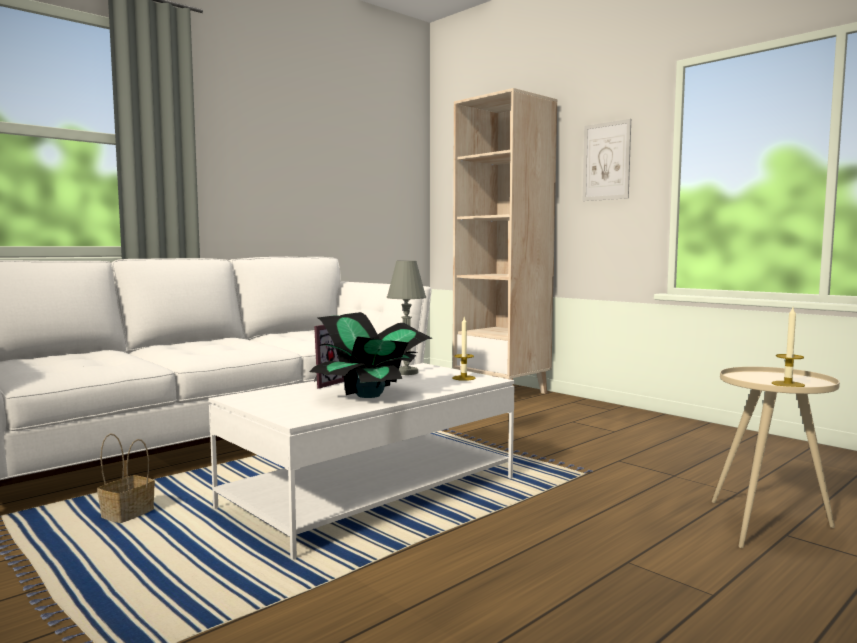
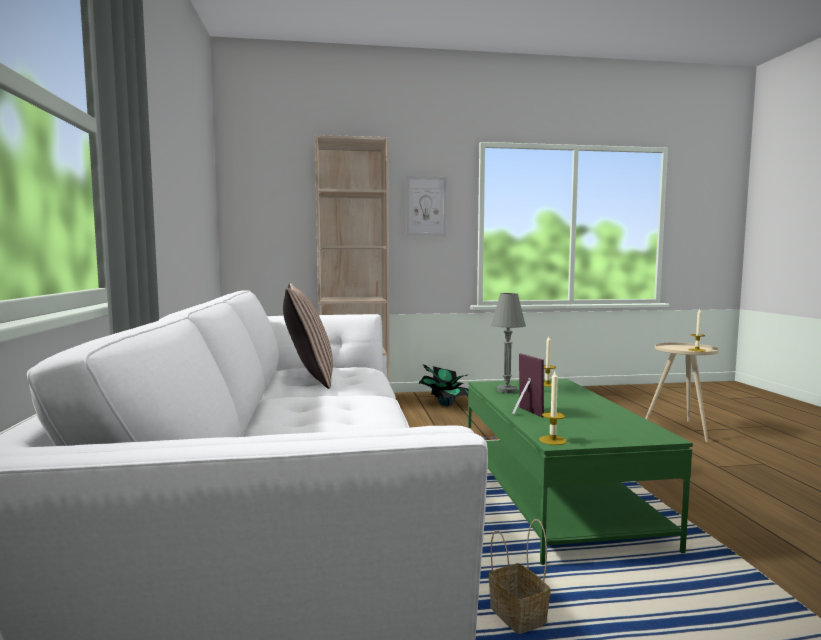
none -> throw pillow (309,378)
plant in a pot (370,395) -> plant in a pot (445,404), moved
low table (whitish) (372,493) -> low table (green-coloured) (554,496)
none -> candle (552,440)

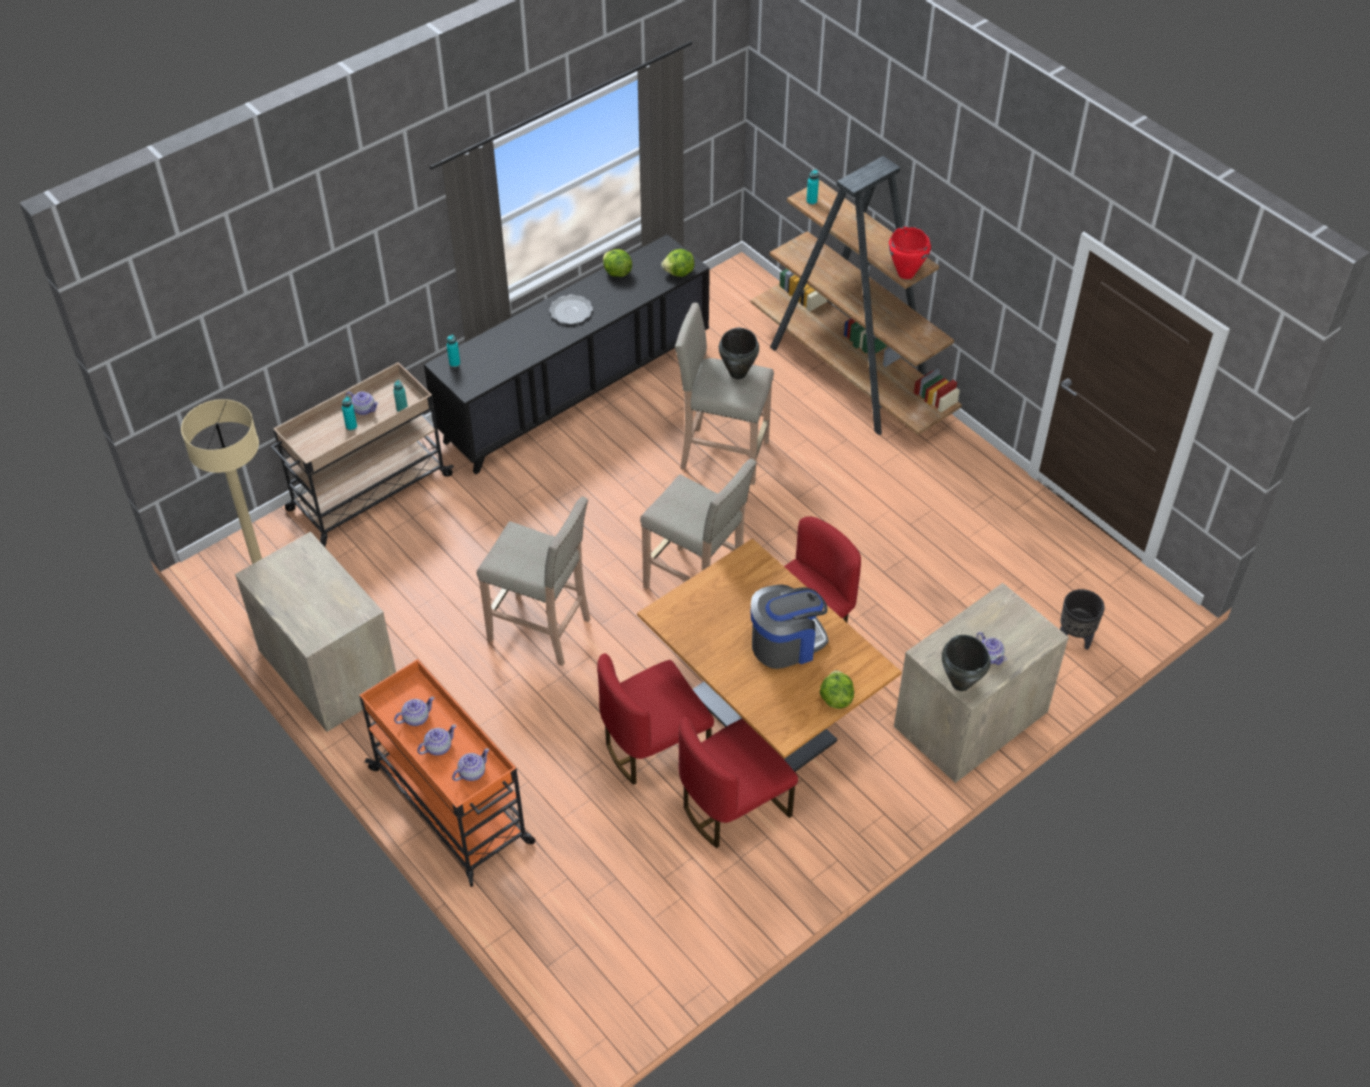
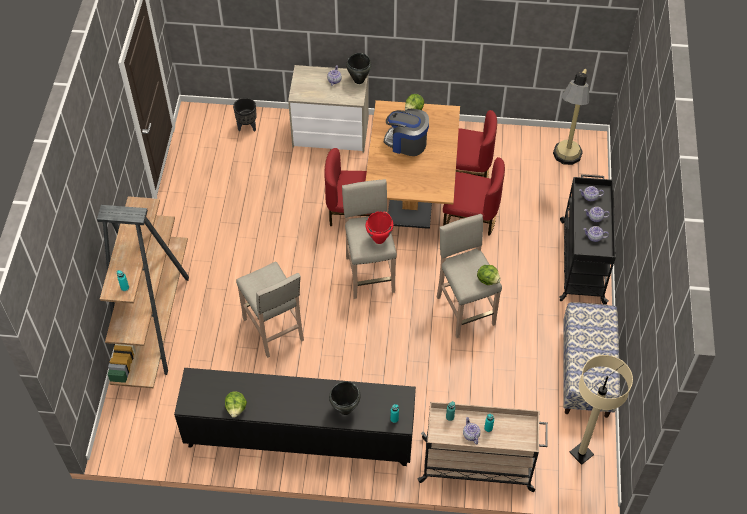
stockpot (black) (738,373) -> stockpot (black) (344,409), moved
stockpot (red) (906,274) -> stockpot (red) (379,239), moved
lettuce head (679,273) -> lettuce head (488,280), moved
none -> floor lamp (563,163)
wheeled cart (orangey) (452,807) -> wheeled cart (black) (582,260)
chest of drawers (327,668) -> indoor bench (586,372)
plate (571,311) -> none

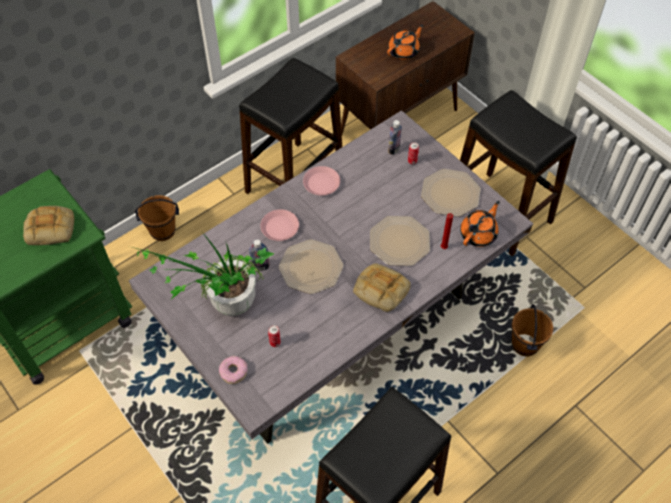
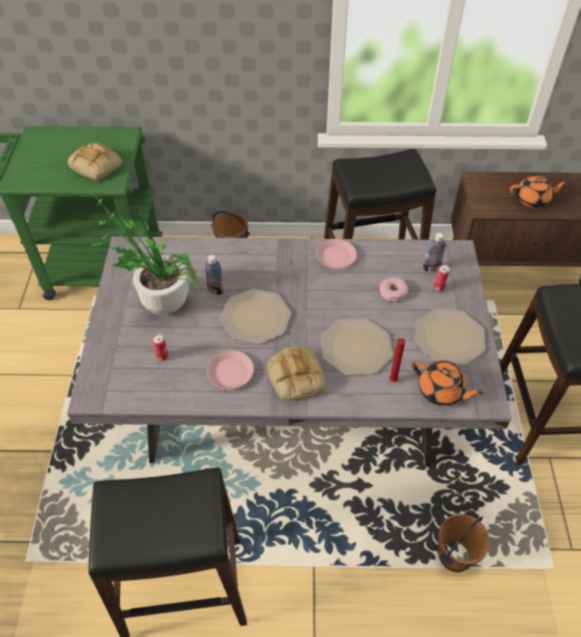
plate (pink) (280,227) -> plate (pink) (230,373), moved
donut (233,372) -> donut (393,292), moved
teapot (orangey) (478,234) -> teapot (orangey) (441,391), 45 degrees clockwise

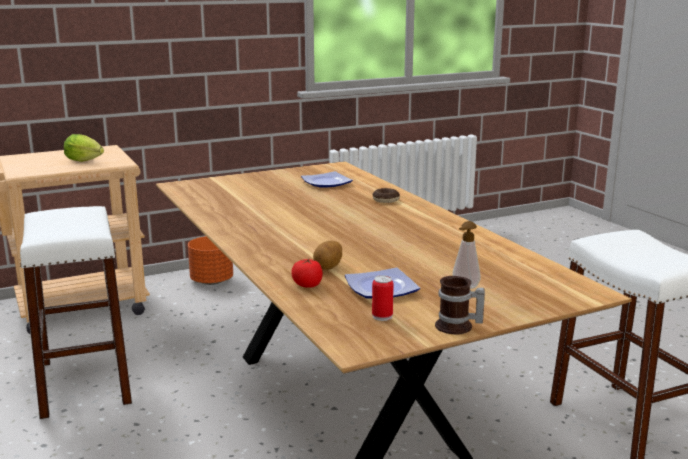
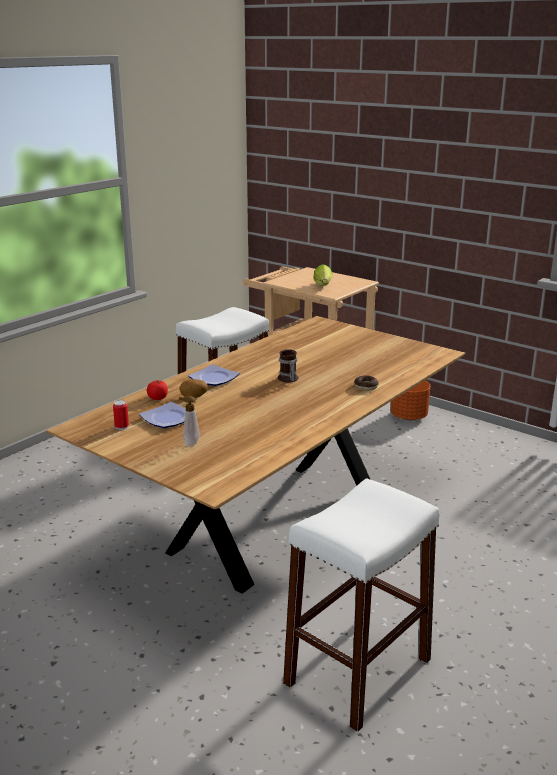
plate (327,182) -> plate (215,378), moved
mug (457,327) -> mug (287,379), moved

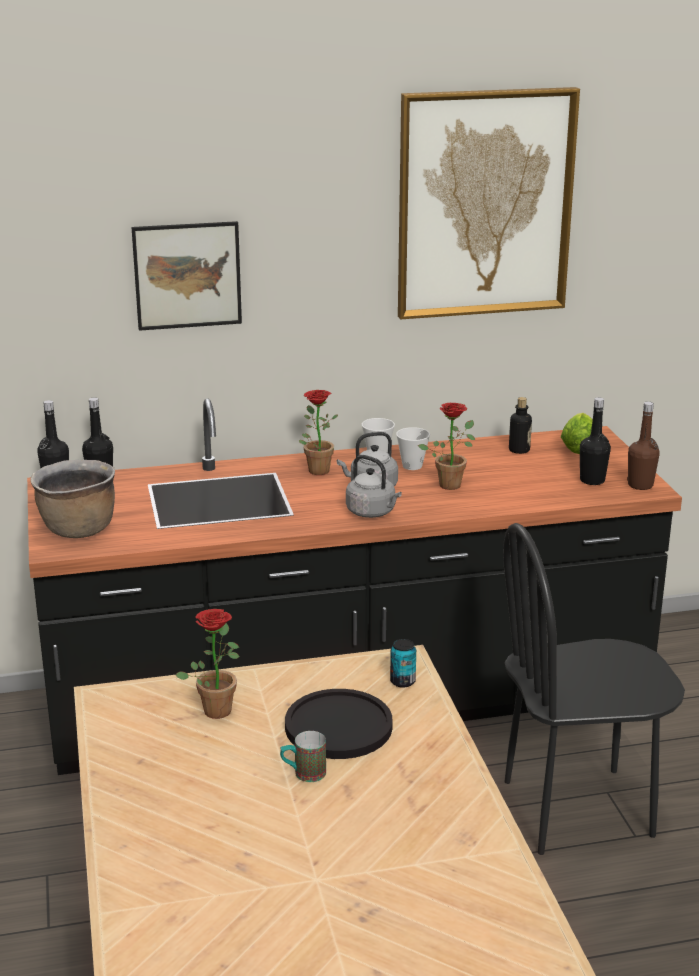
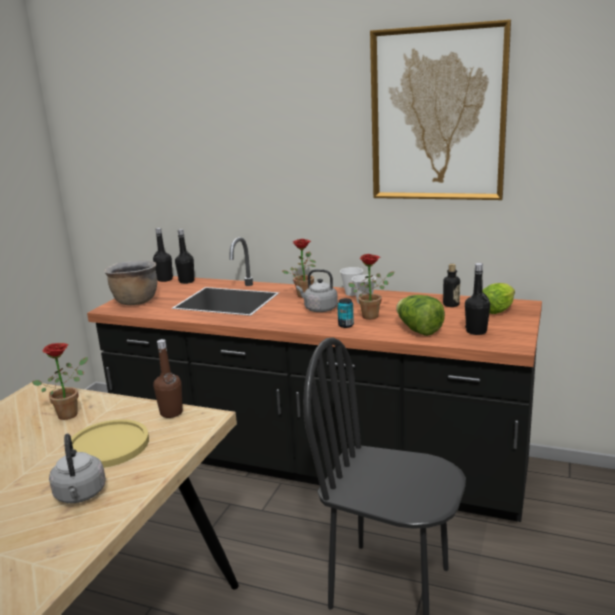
water kettle (gray) (373,512) -> water kettle (gray) (80,495), moved
plate (black) (338,726) -> plate (yellow-coloured) (108,445)
bottle (brownish) (640,485) -> bottle (brownish) (171,413), moved
metal can (402,681) -> metal can (346,325), moved
none -> lettuce head (418,330)
picture (187,275) -> none
mug (303,774) -> none

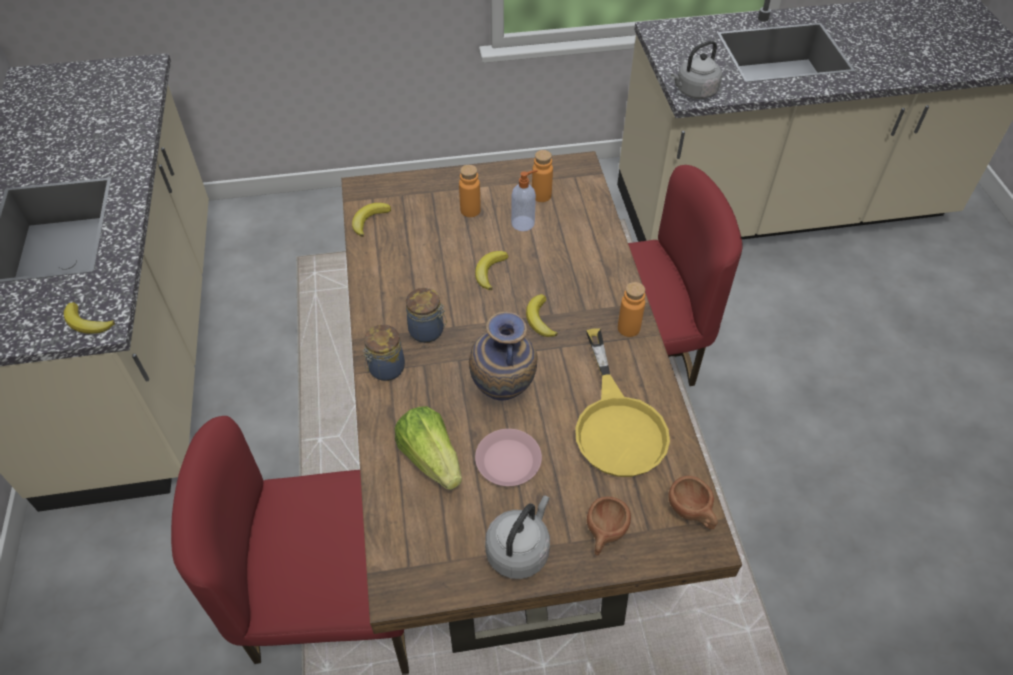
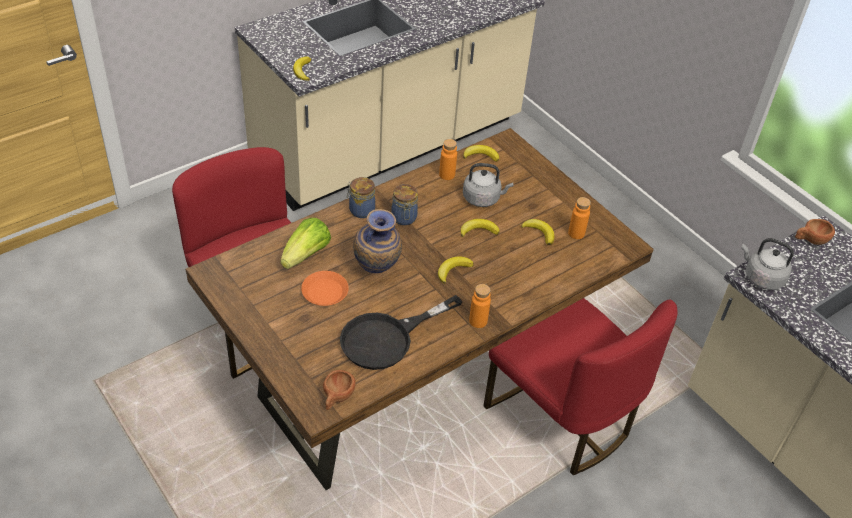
plate (pink) (508,461) -> plate (orangey) (324,292)
frying pan (yellow-coloured) (617,424) -> frying pan (black) (387,338)
bottle (orangey) (470,210) -> bottle (orangey) (447,175), moved
water kettle (gray) (519,550) -> water kettle (gray) (483,198), moved
liquid soap bottle (523,223) -> whole banana (539,233)
small cup (brownish) (604,534) -> small cup (brownish) (810,240), moved

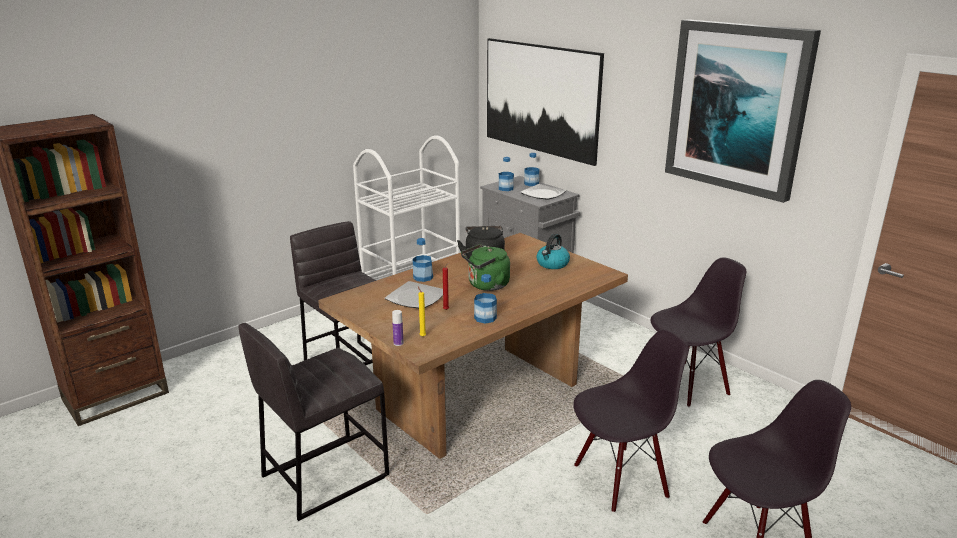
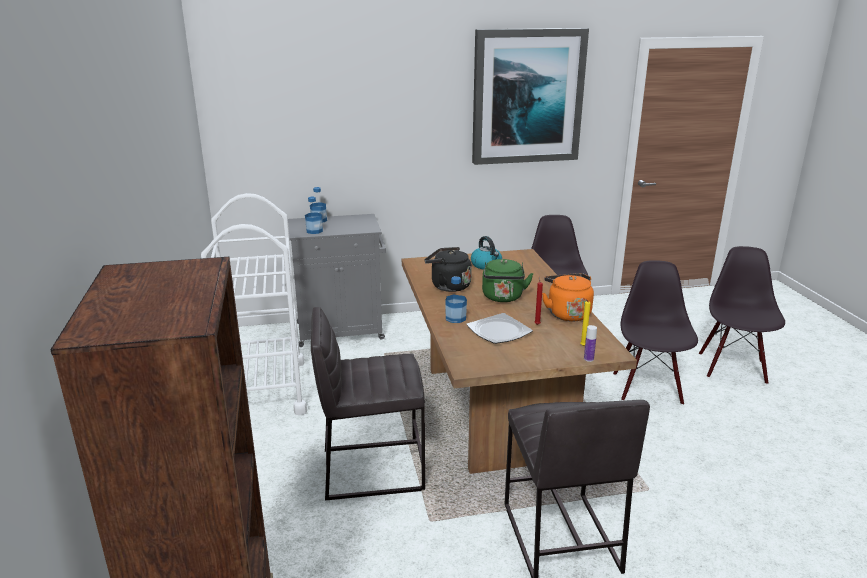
bottle (485,318) -> water kettle (orangey) (567,313)
picture (540,99) -> none
plate (543,194) -> none

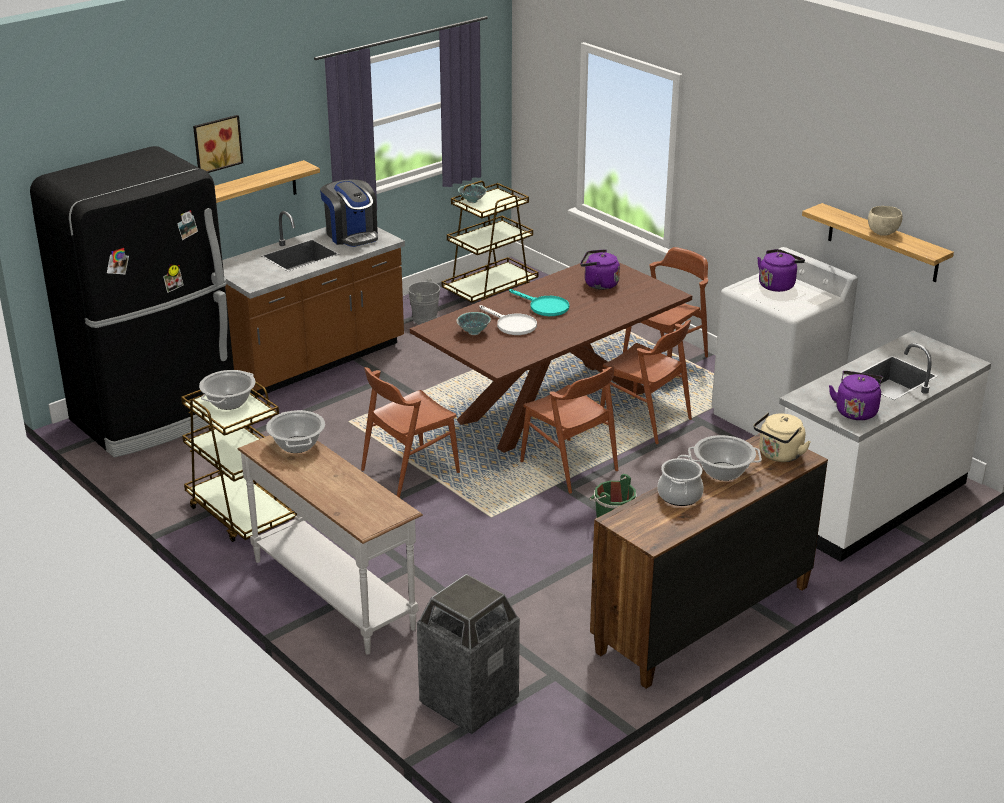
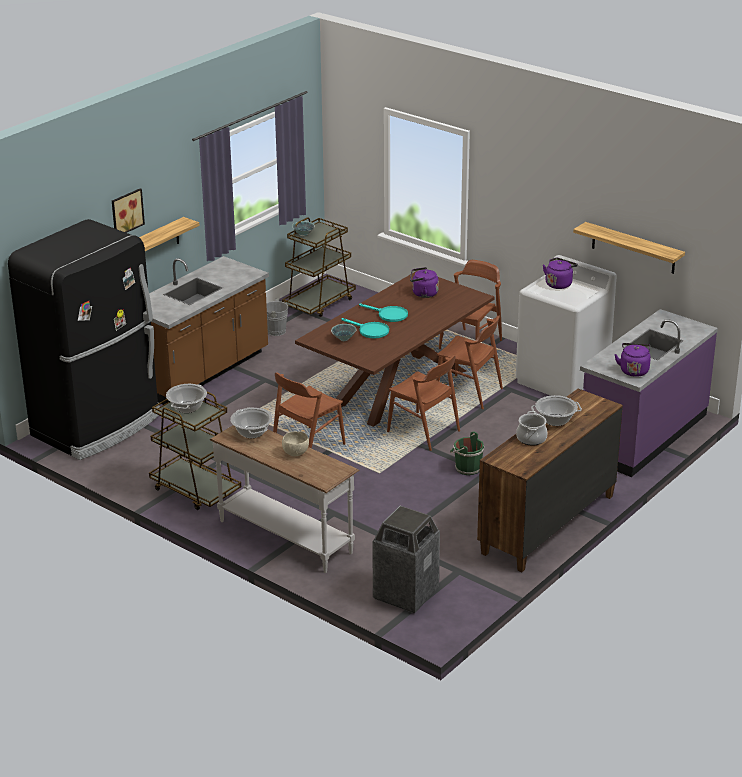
deep dish (sand-coloured) (882,233) -> deep dish (sand-coloured) (295,453), moved
frying pan (whitish) (512,325) -> frying pan (blue-green) (370,331)
kitchen counter (whitish) (869,501) -> kitchen counter (purple-coloured) (642,434)
coffee maker (352,235) -> none
water kettle (sand-coloured) (779,455) -> none

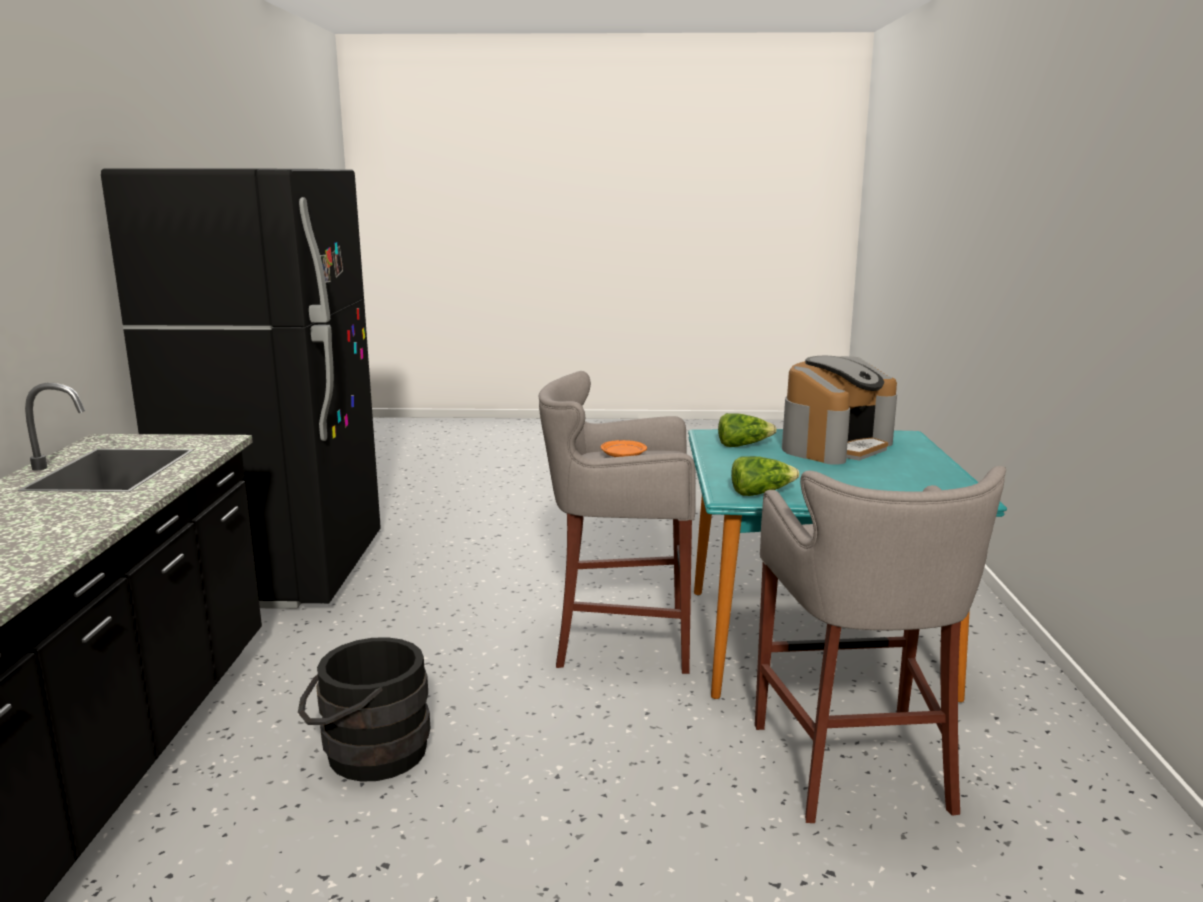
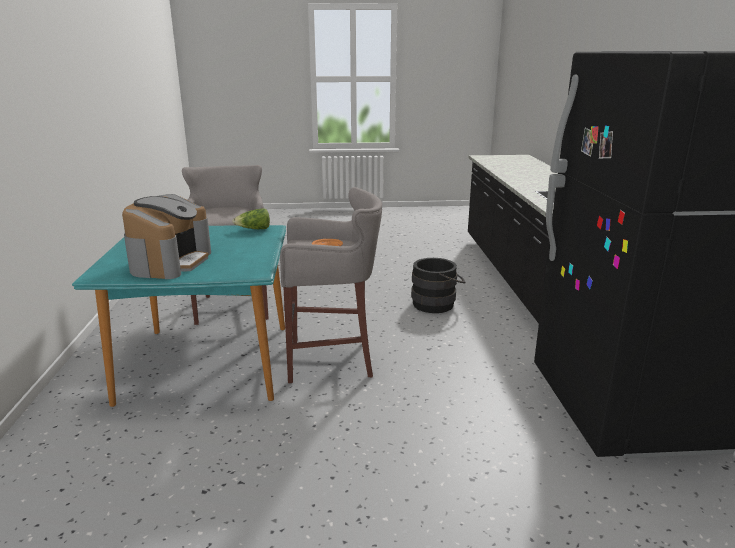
coffee maker (835,446) -> coffee maker (170,262), 150 degrees clockwise
lettuce head (743,445) -> none

